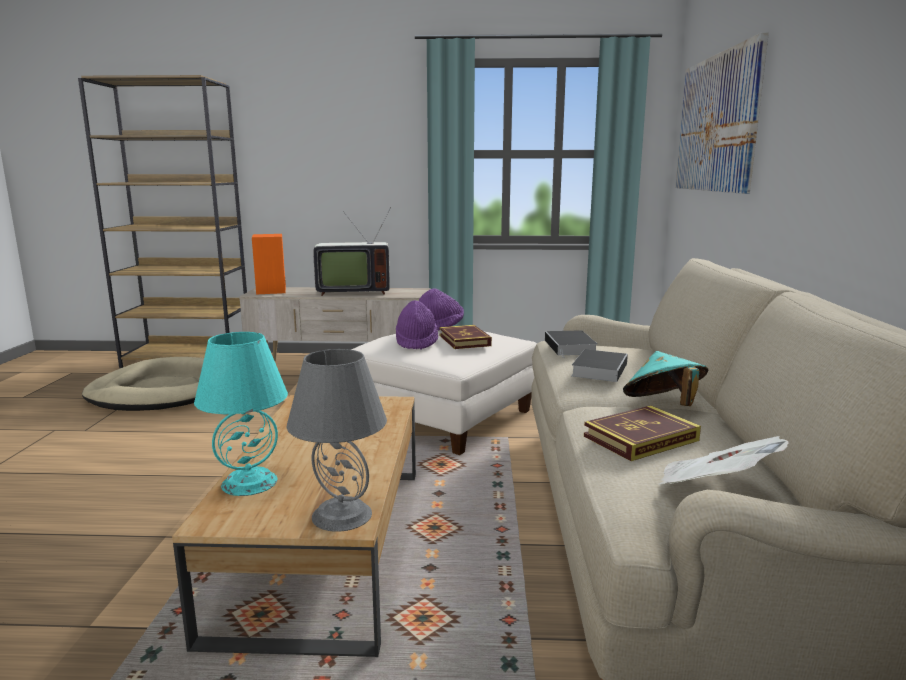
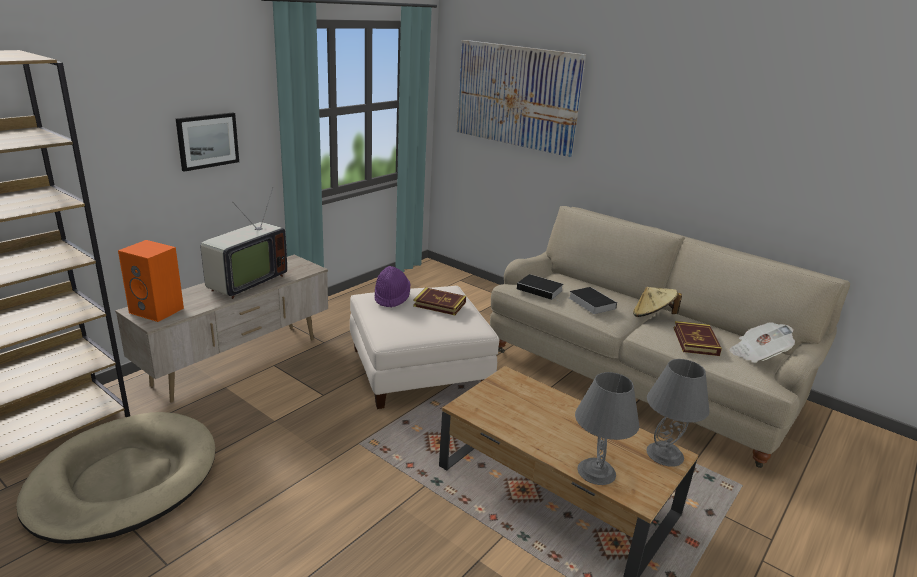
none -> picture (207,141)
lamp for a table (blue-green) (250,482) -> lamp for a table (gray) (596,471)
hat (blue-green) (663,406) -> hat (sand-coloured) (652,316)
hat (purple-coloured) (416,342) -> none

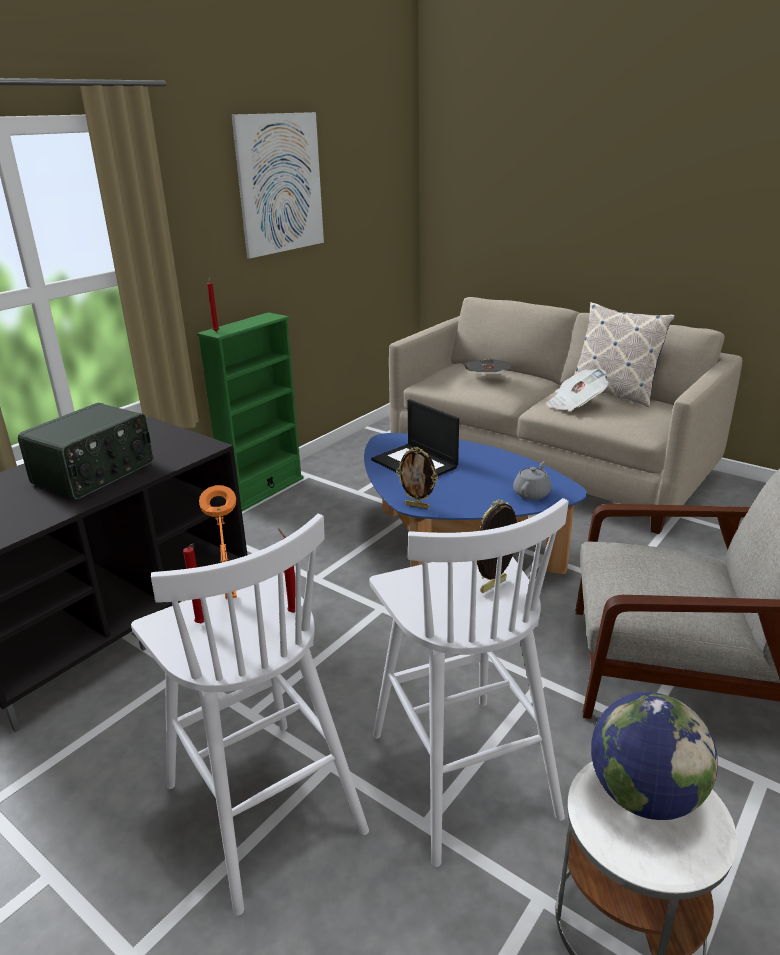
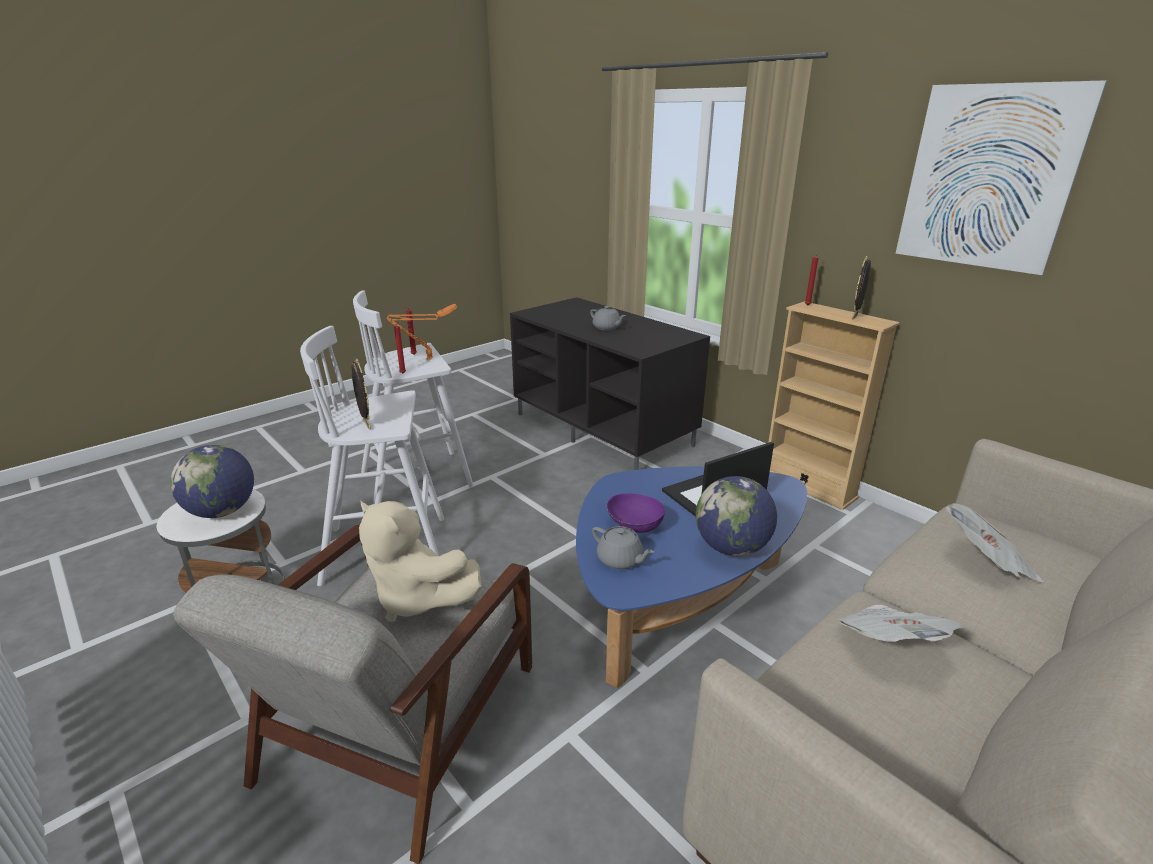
none -> cuddly toy (sand-coloured) (417,598)
radio (95,474) -> teapot (gray) (607,328)
none -> deep dish (purple-coloured) (634,526)
none -> globe (731,548)
bookcase (green-coloured) (263,490) -> bookcase (sand-coloured) (808,486)
standing frame (417,506) -> standing frame (855,317), moved
throw pillow (613,393) -> none

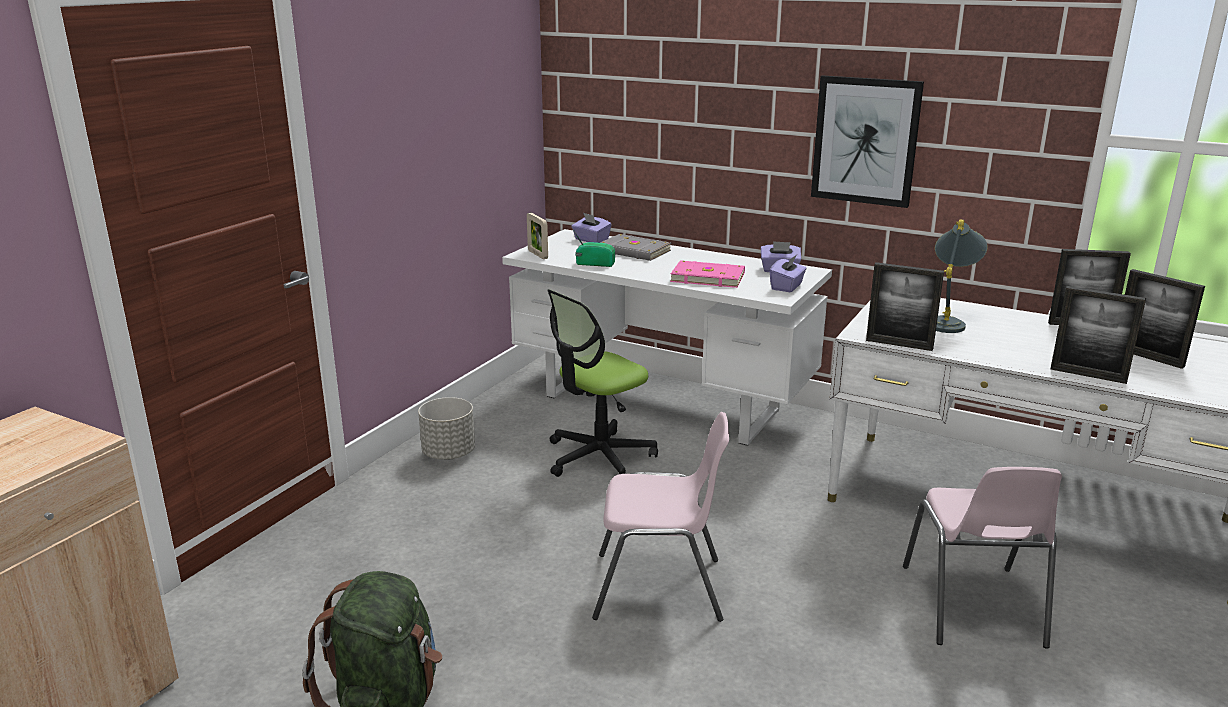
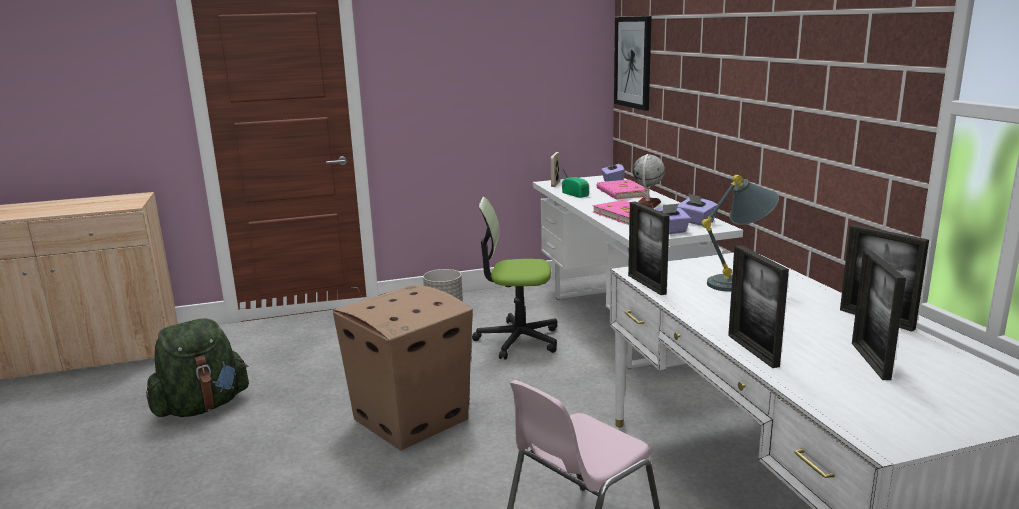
plain chair (pink) (660,588) -> packing box (409,420)
volume (gray) (633,251) -> volume (pink) (621,192)
picture (865,141) -> picture (633,62), moved
none -> globe (647,204)

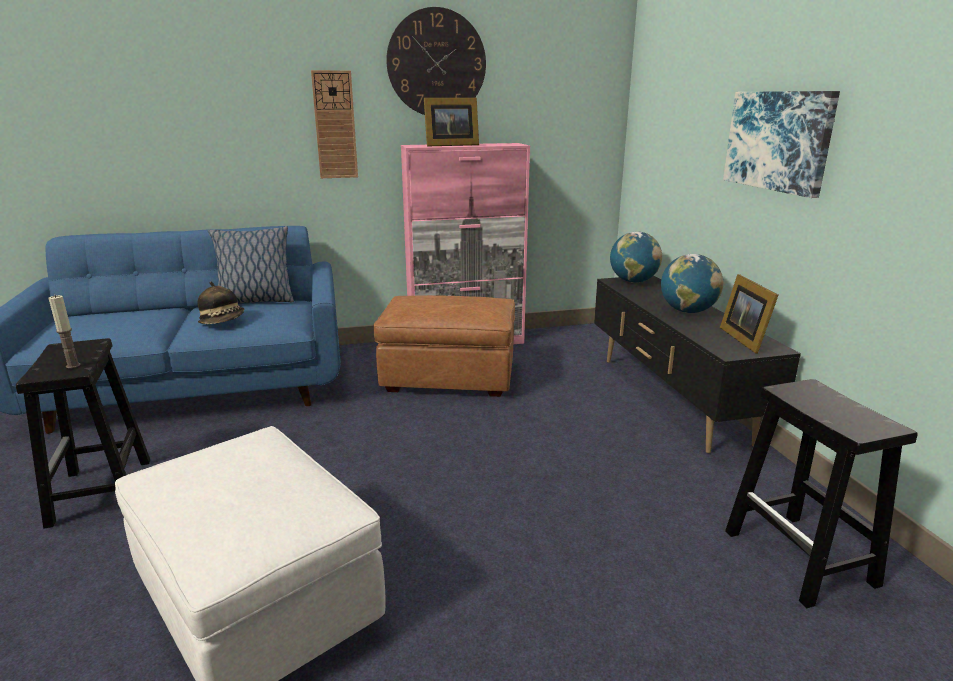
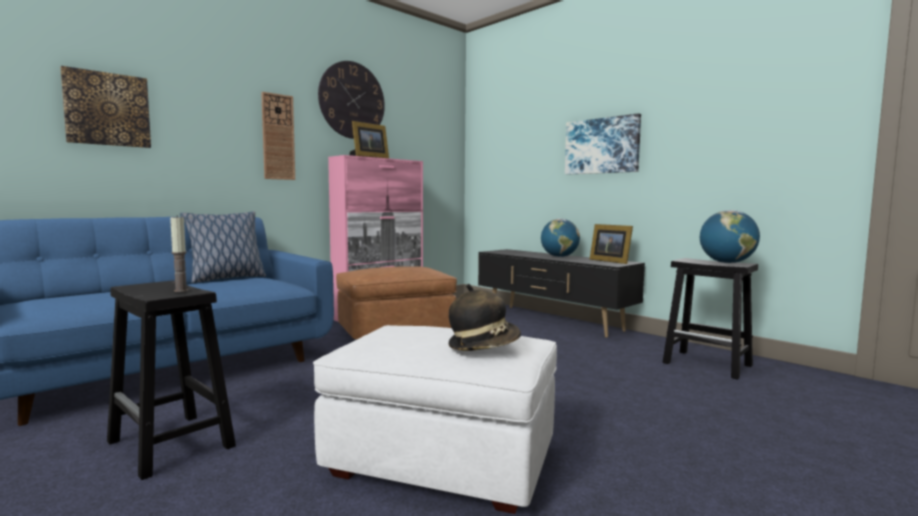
none -> picture (107,109)
hat (223,322) -> hat (483,346), moved
globe (633,281) -> globe (727,263), moved

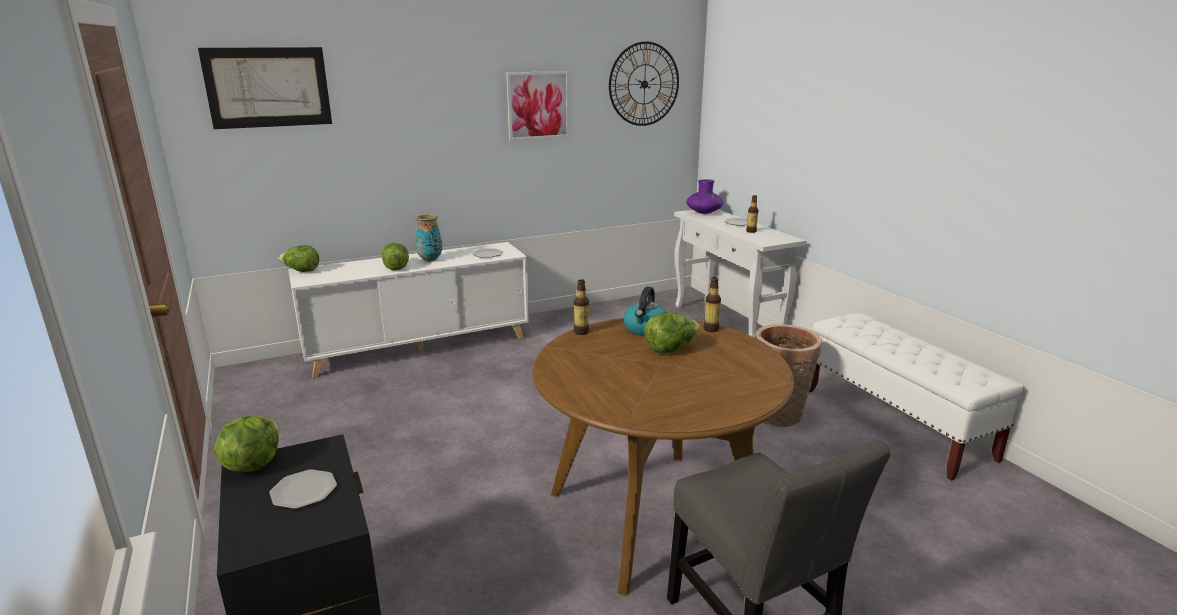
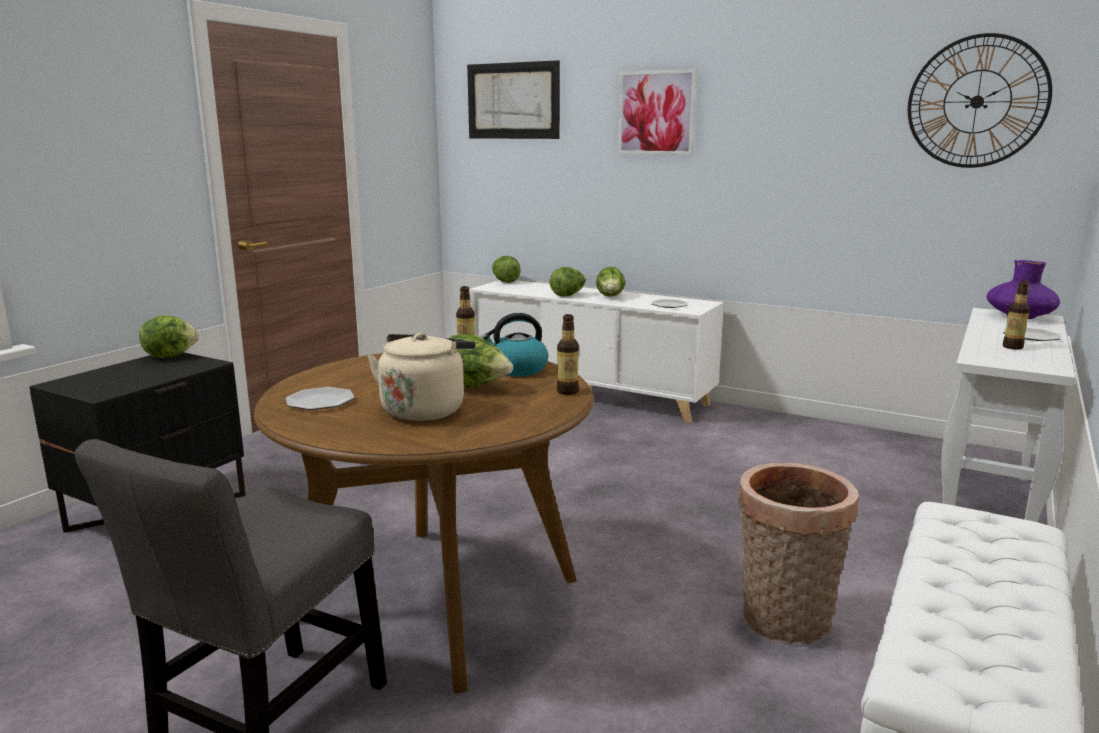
plate (303,491) -> plate (320,401), moved
none -> water kettle (sand-coloured) (424,409)
decorative vase (430,260) -> lettuce head (610,297)
picture (538,105) -> picture (656,113), moved

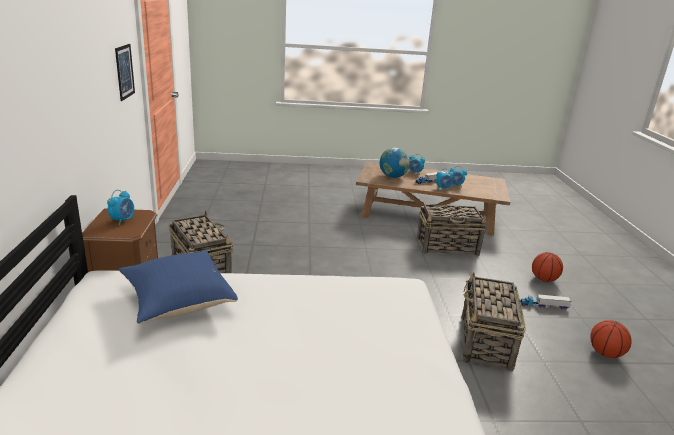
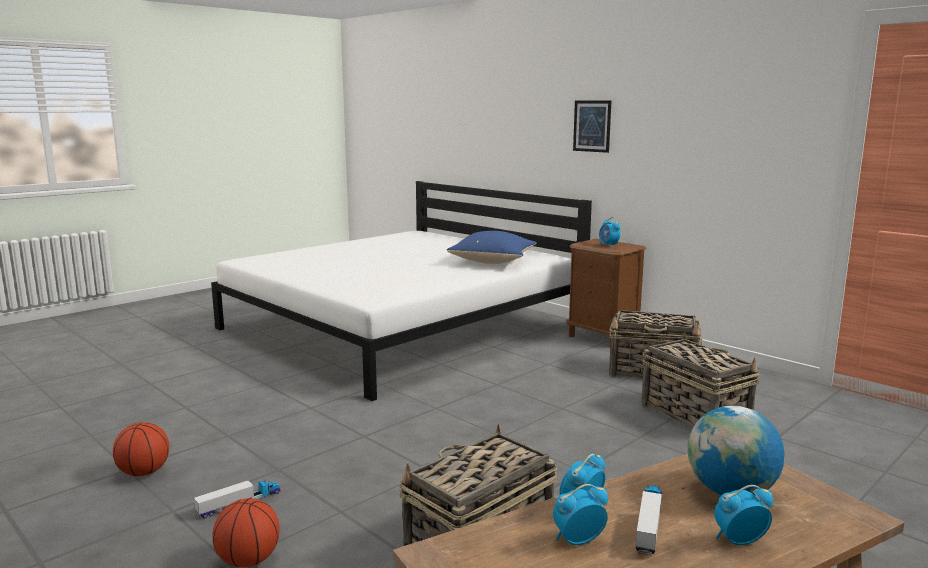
picture (124,71) -> picture (592,126), moved
basket (485,343) -> basket (693,415), moved

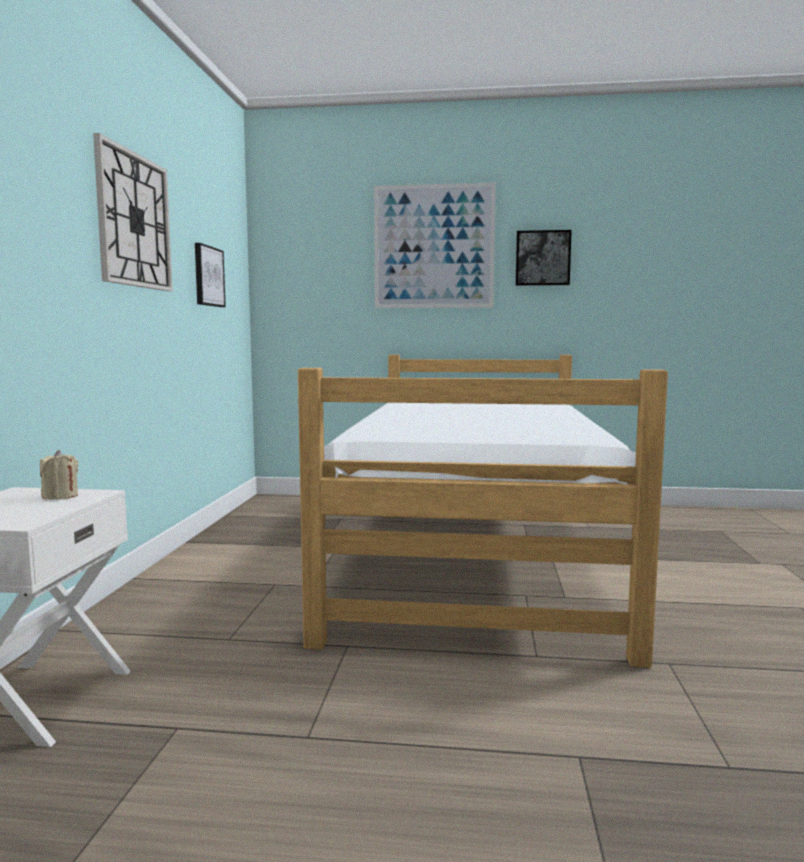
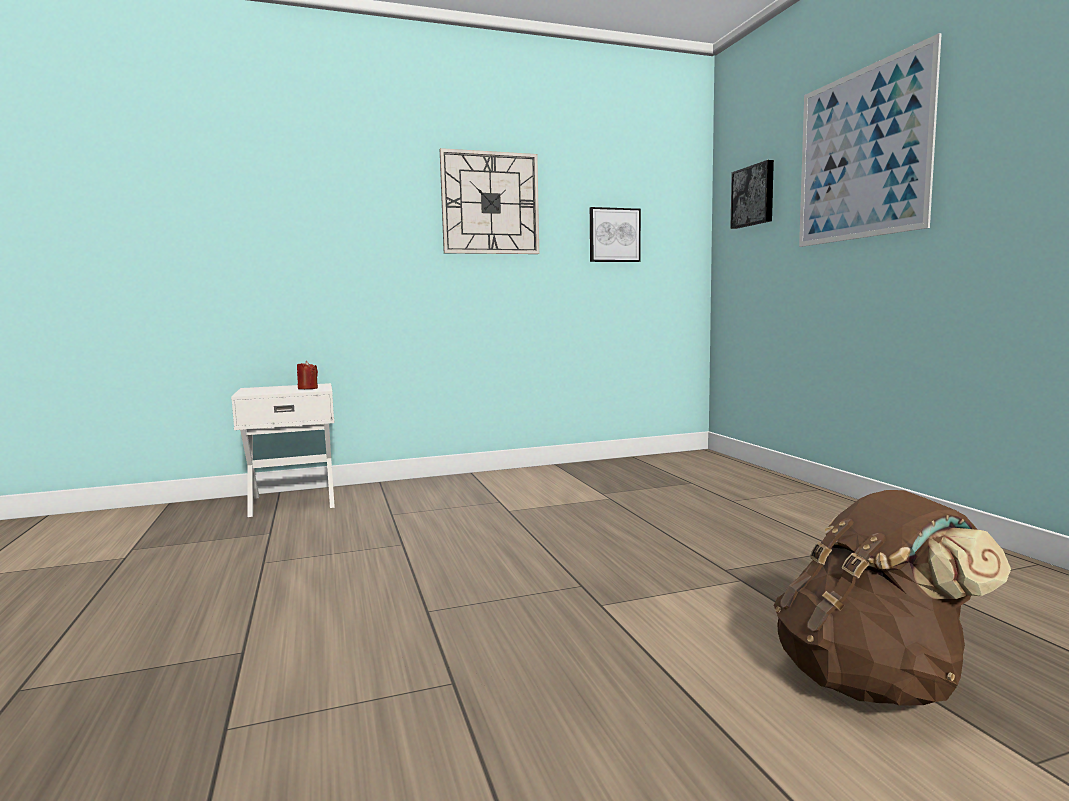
candle (sand-coloured) (60,496) -> candle (red) (308,388)
picture (542,258) -> picture (754,196), moved
none -> backpack (brownish) (872,681)
sleeping bed (476,553) -> none

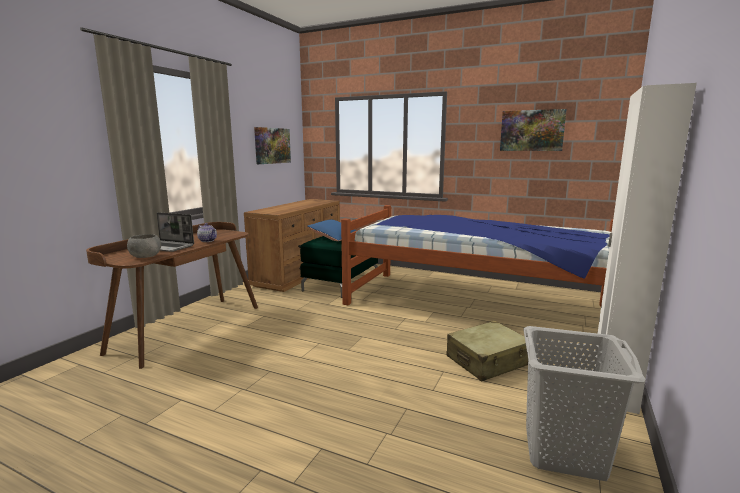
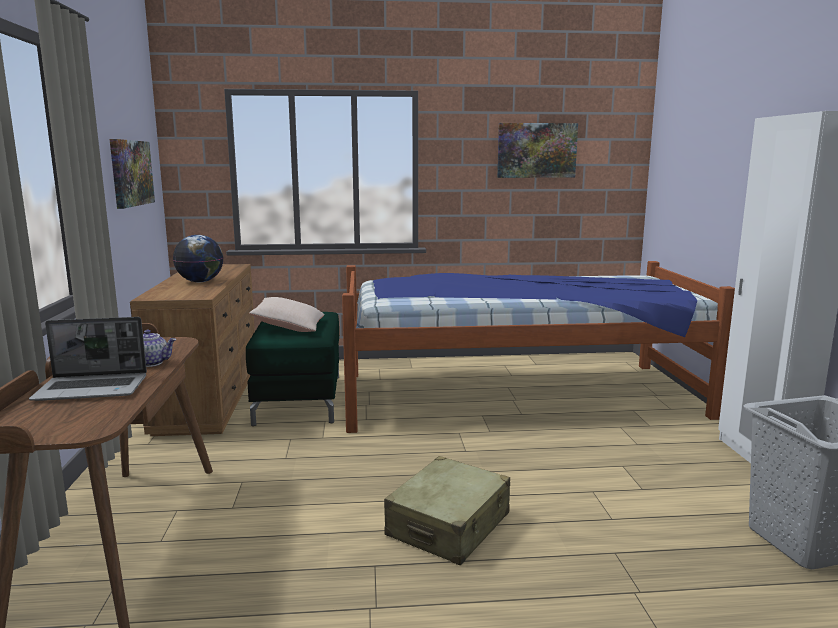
none -> globe (200,282)
throw pillow (blue) (334,237) -> throw pillow (sand-coloured) (289,327)
piece of luggage (sand-coloured) (488,361) -> piece of luggage (sand-coloured) (449,525), moved
deep dish (gray) (145,257) -> none

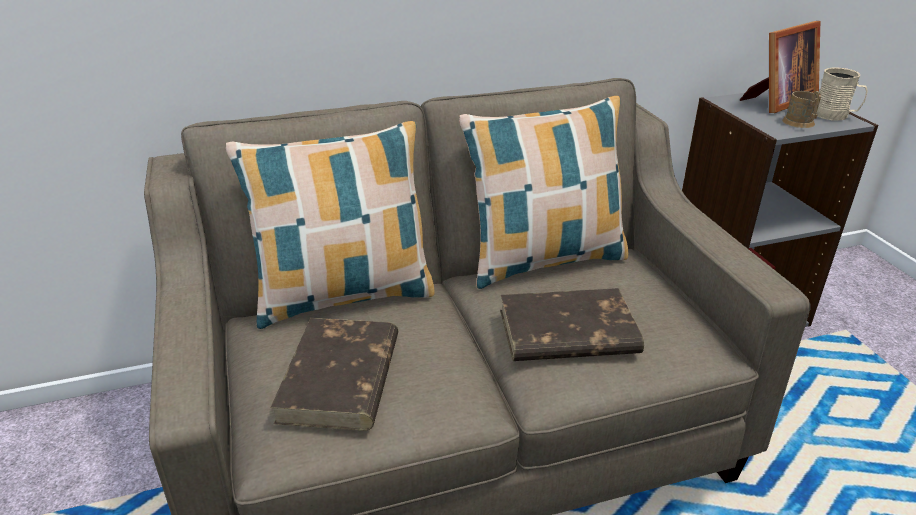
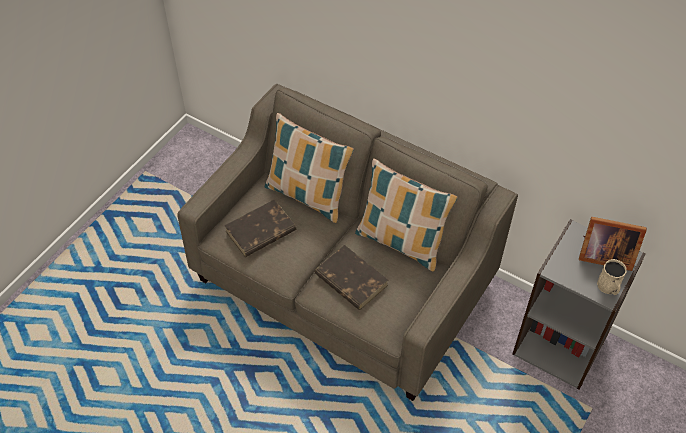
mug (brownish) (800,124) -> none

